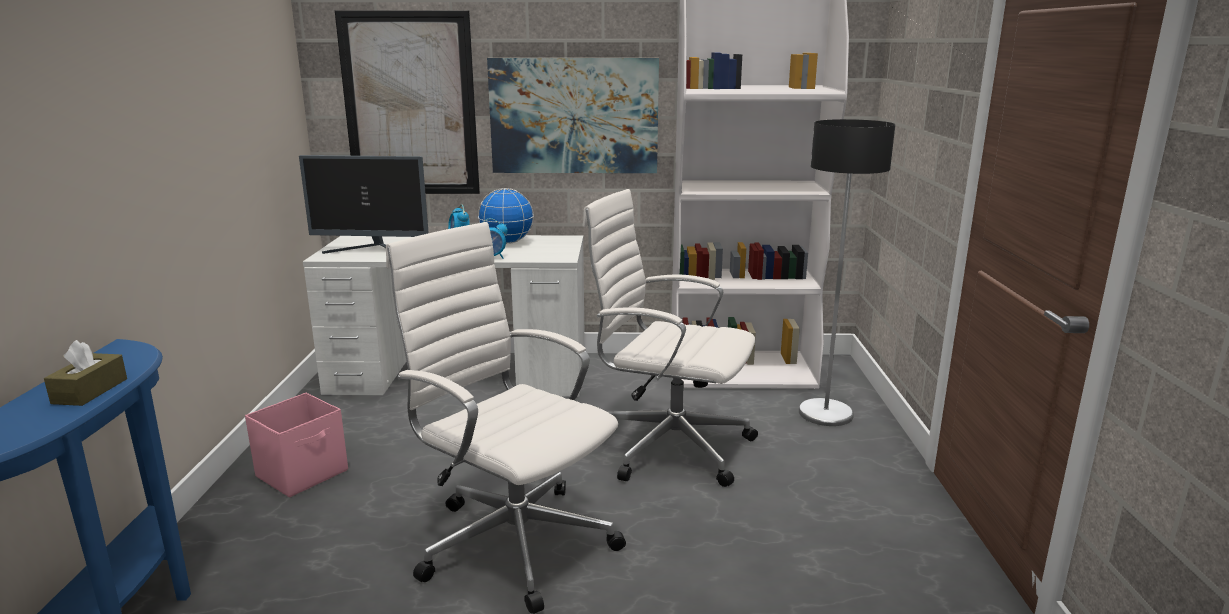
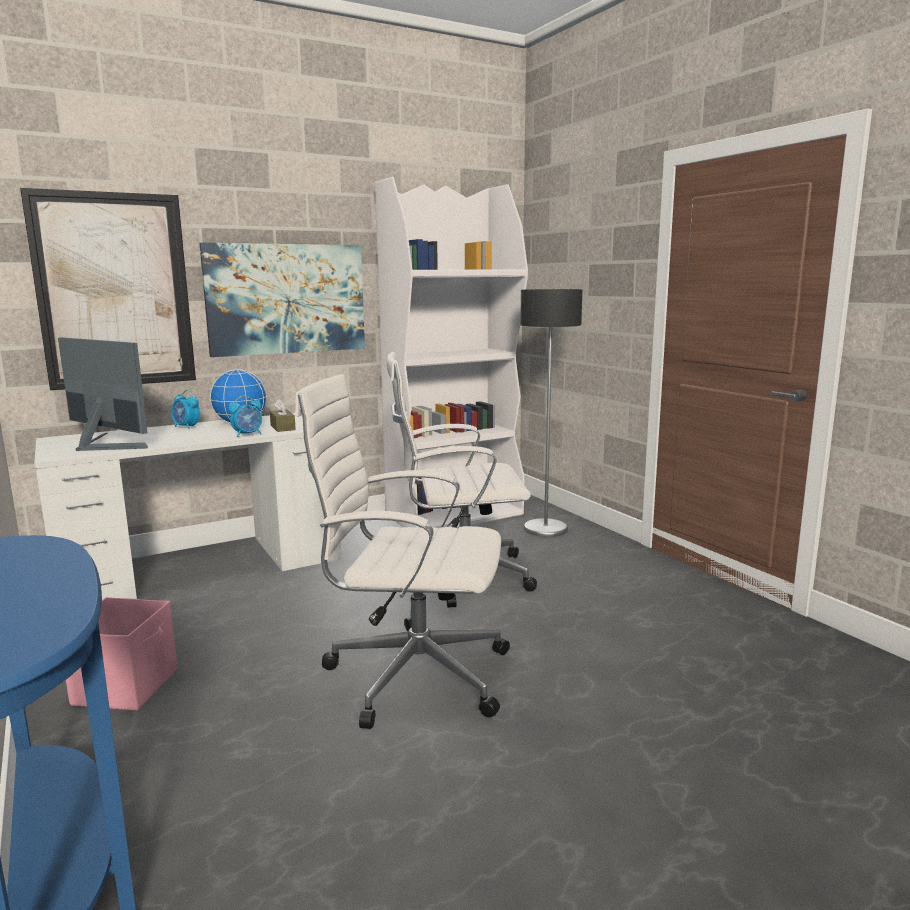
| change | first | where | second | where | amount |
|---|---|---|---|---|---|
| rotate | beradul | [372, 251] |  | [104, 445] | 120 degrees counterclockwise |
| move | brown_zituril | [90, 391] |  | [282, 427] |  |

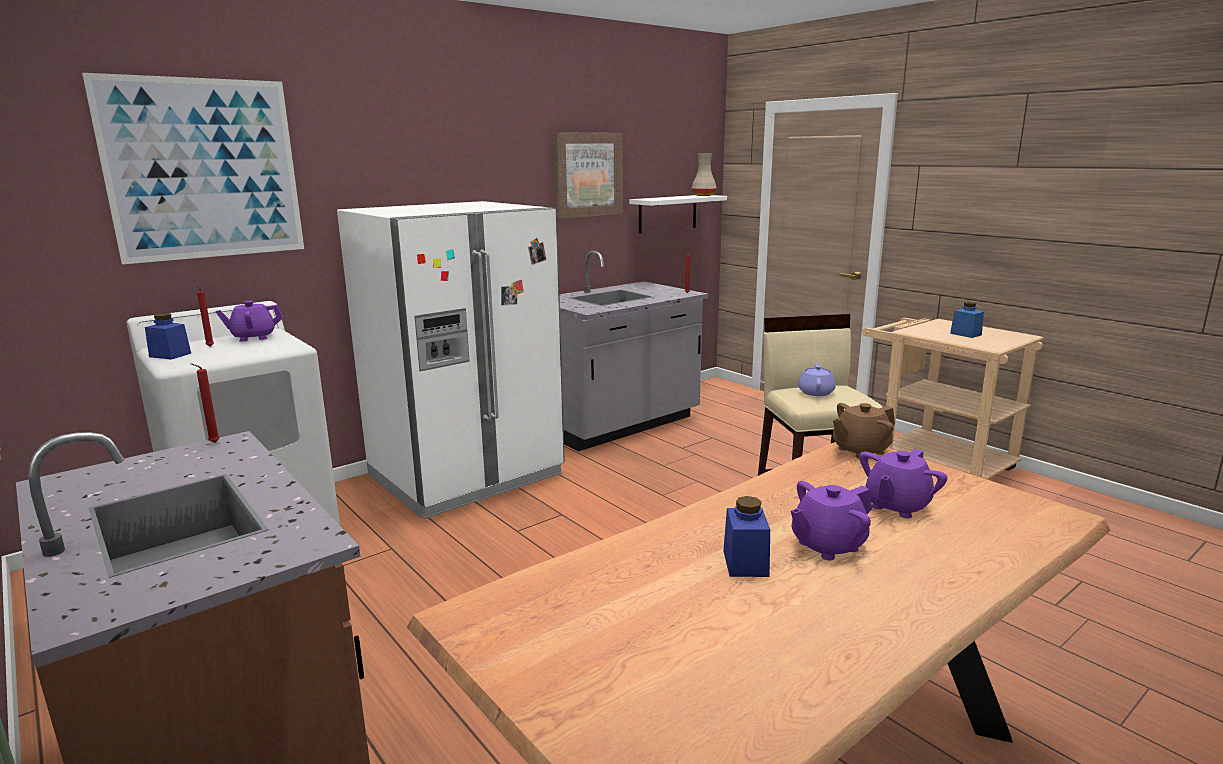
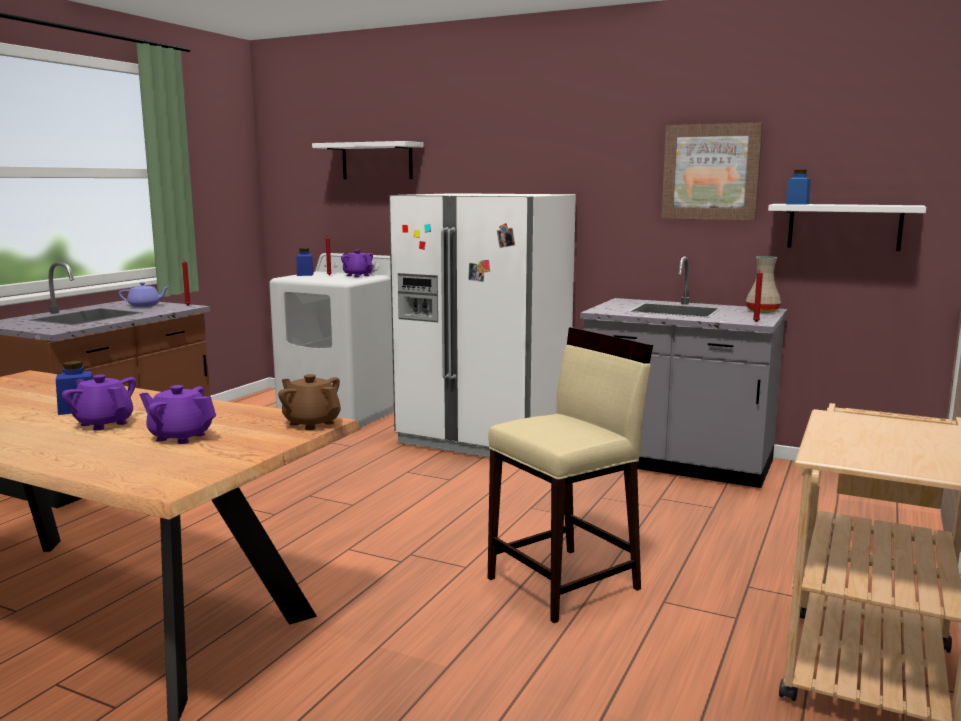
| change | first | where | second | where | amount |
|---|---|---|---|---|---|
| move | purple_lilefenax | [816, 392] |  | [145, 305] |  |
| replace | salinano | [204, 169] | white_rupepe | [377, 161] |  |
| move | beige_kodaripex | [704, 195] |  | [763, 311] |  |
| move | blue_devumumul | [965, 334] |  | [797, 204] |  |

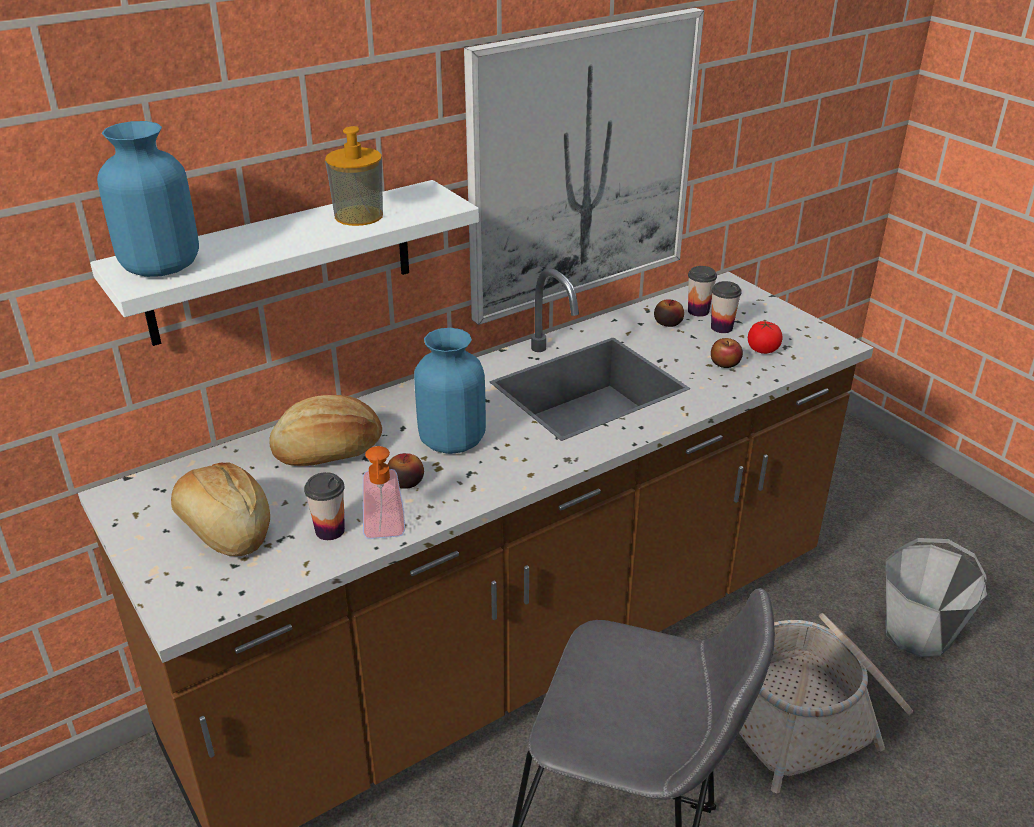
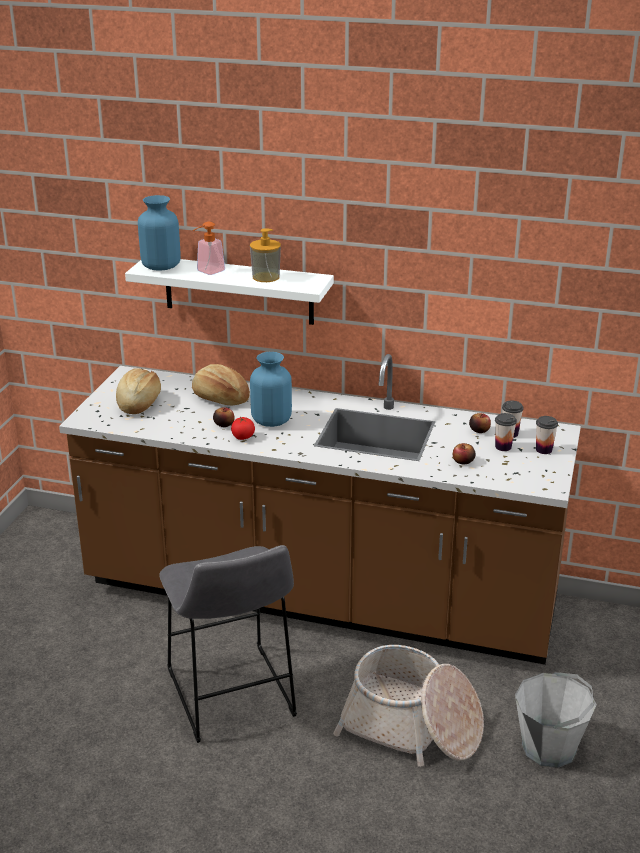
| change | first | where | second | where | amount |
|---|---|---|---|---|---|
| move | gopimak | [384, 532] |  | [207, 272] |  |
| move | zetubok | [763, 349] |  | [243, 437] |  |
| move | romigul | [330, 530] |  | [544, 450] |  |
| delete | salinano | [581, 165] |  |  |  |

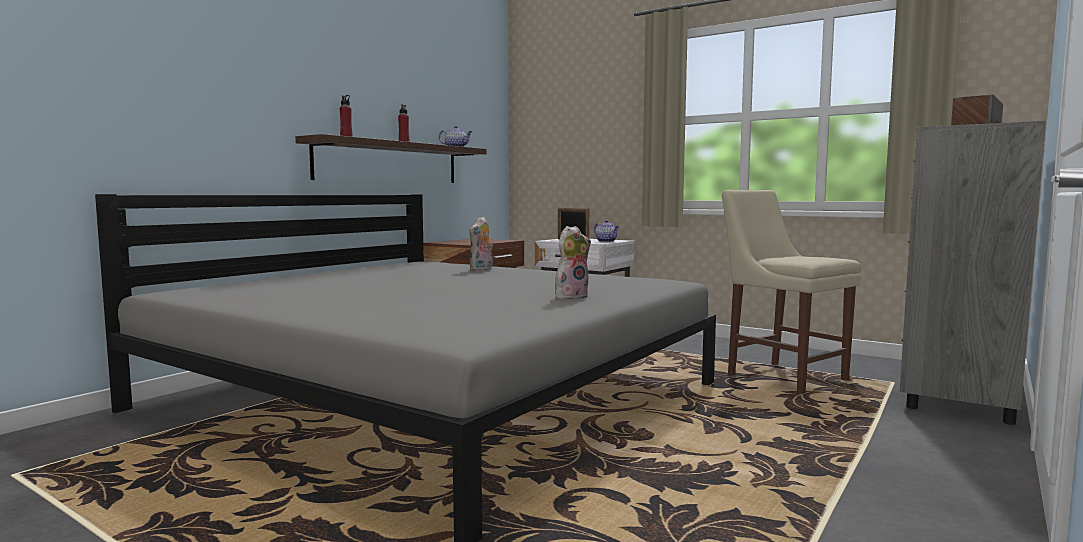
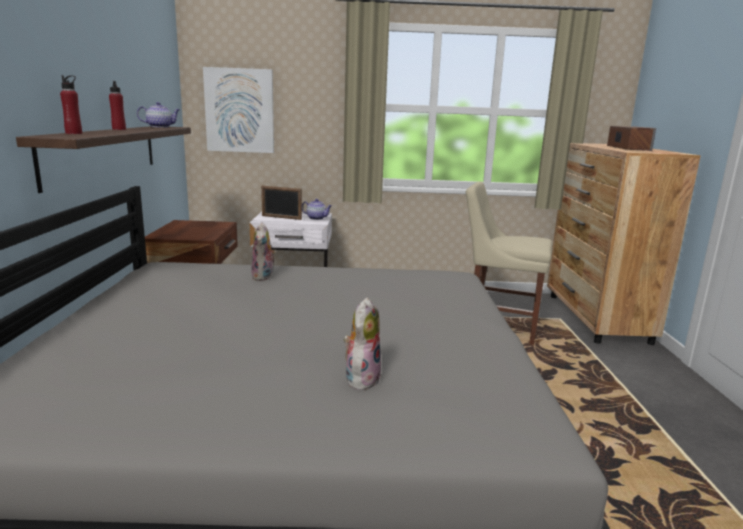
| change | first | where | second | where | amount |
|---|---|---|---|---|---|
| insert |  |  | salinano | [239, 110] |  |
| move | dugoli | [571, 297] |  | [361, 378] |  |
| recolor | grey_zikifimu | [959, 390] | brown_zikifimu | [596, 318] |  |

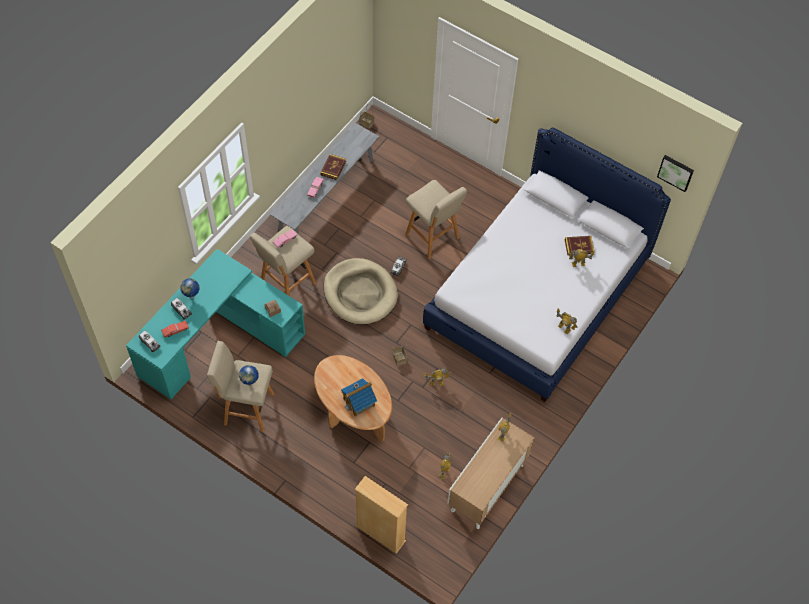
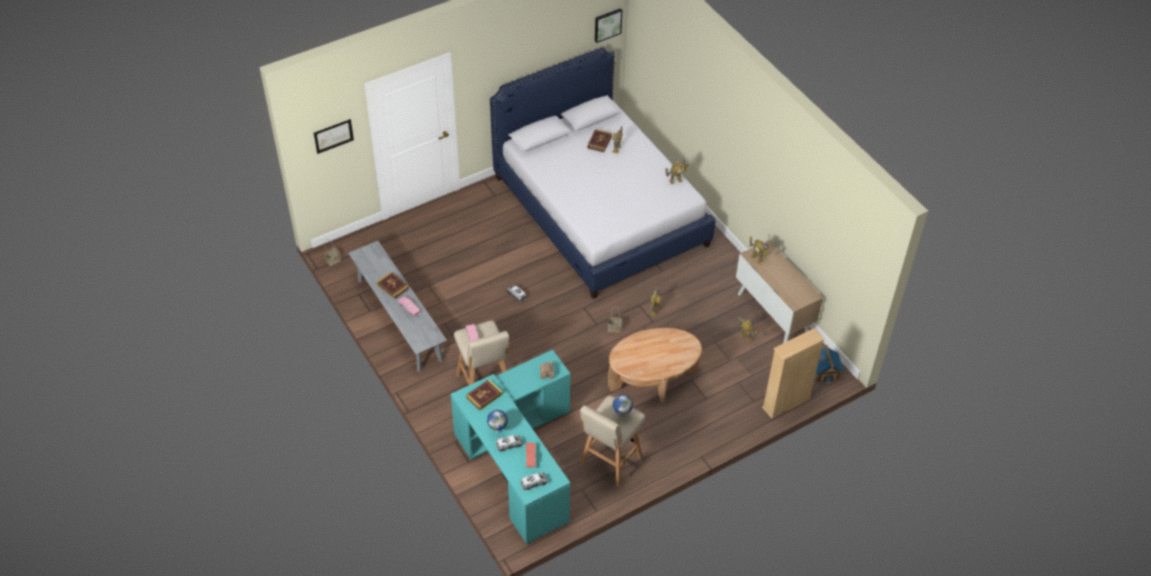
| change | first | where | second | where | amount |
|---|---|---|---|---|---|
| insert |  |  | salinano | [333, 136] |  |
| insert |  |  | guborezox | [484, 396] |  |
| move | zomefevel | [359, 402] |  | [825, 372] |  |
| delete | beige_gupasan | [360, 293] |  |  |  |
| delete | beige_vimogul | [433, 238] |  |  |  |

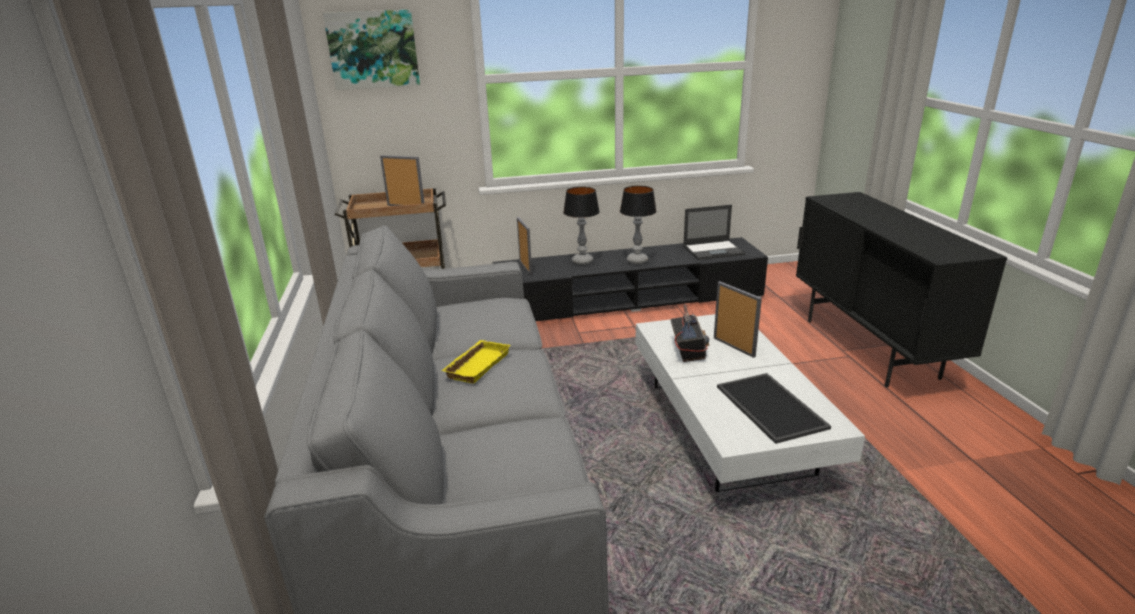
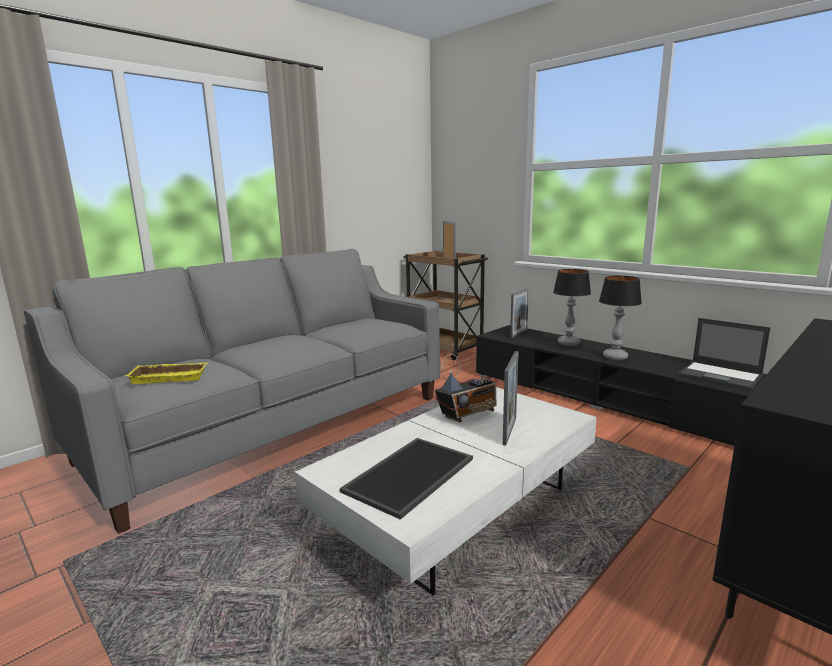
| change | first | where | second | where | amount |
|---|---|---|---|---|---|
| move | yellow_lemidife | [476, 365] |  | [171, 377] |  |
| delete | salinano | [373, 49] |  |  |  |

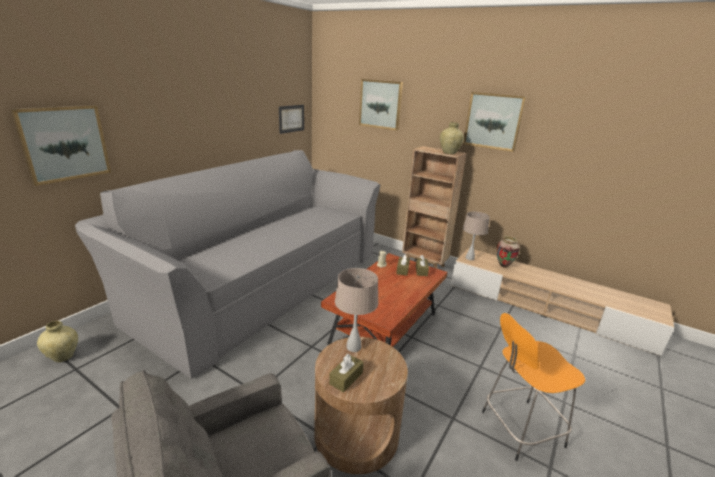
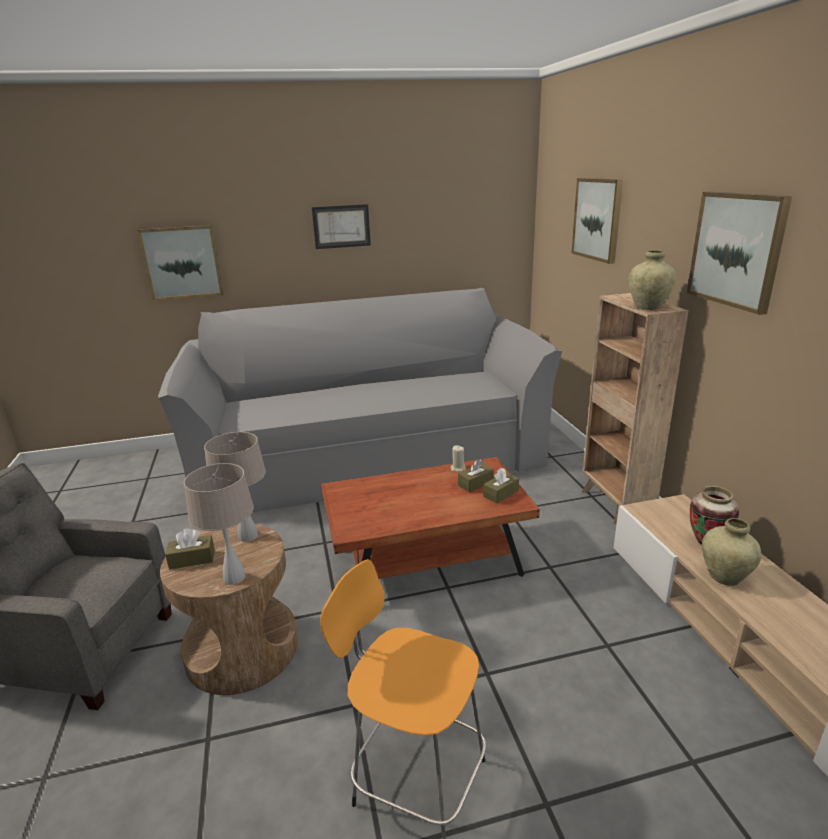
| change | first | where | second | where | amount |
|---|---|---|---|---|---|
| move | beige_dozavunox | [469, 258] |  | [235, 577] |  |
| move | salinano | [291, 118] |  | [341, 226] |  |
| move | beige_kodaripex | [63, 356] |  | [724, 577] |  |

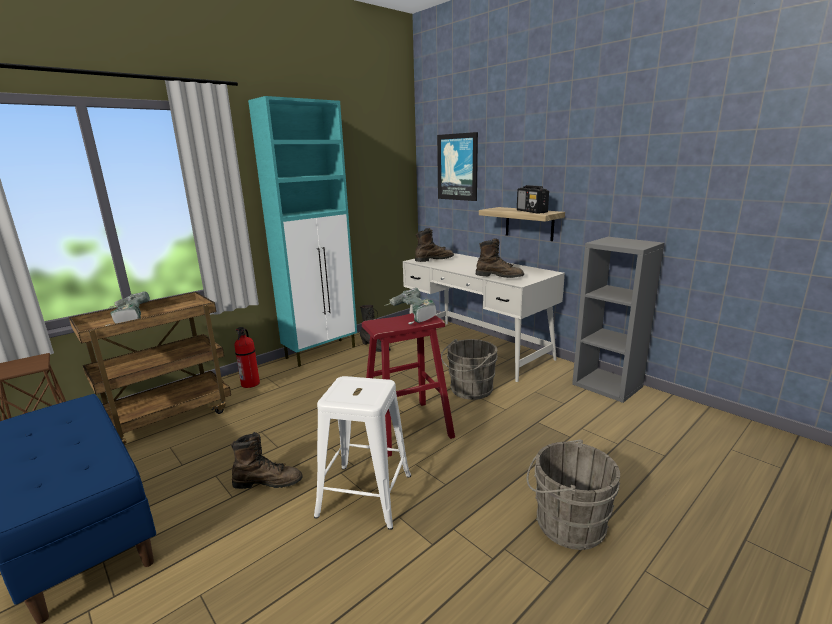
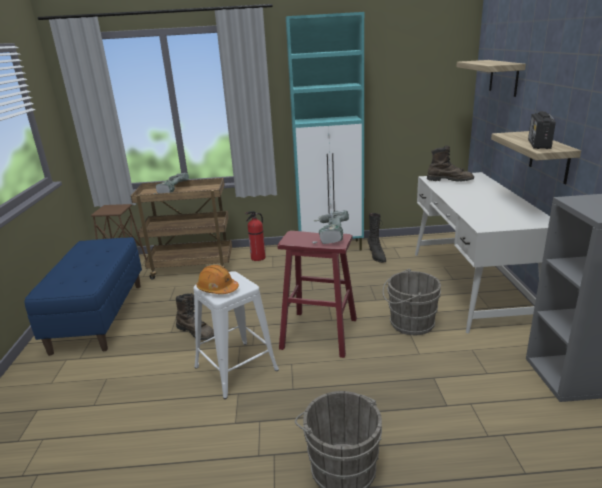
| change | first | where | second | where | amount |
|---|---|---|---|---|---|
| insert |  |  | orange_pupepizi | [217, 289] |  |
| replace | salinano | [458, 167] | rupepe | [504, 77] |  |
| delete | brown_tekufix | [499, 276] |  |  |  |

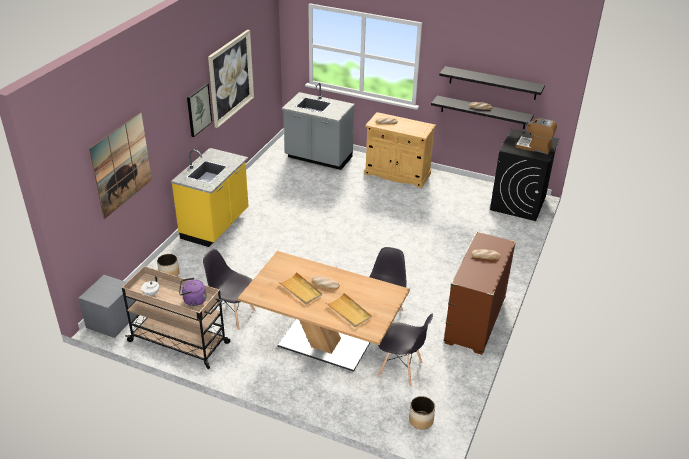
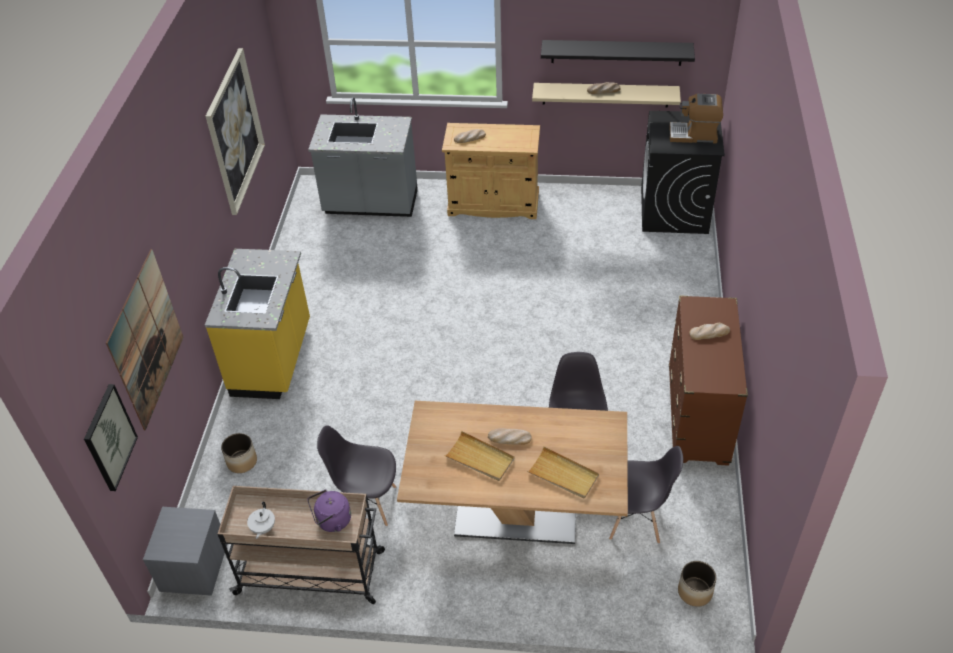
| change | first | where | second | where | amount |
|---|---|---|---|---|---|
| move | salinano | [198, 109] |  | [109, 437] |  |
| recolor | black_rupepe | [483, 112] | beige_rupepe | [605, 95] |  |

